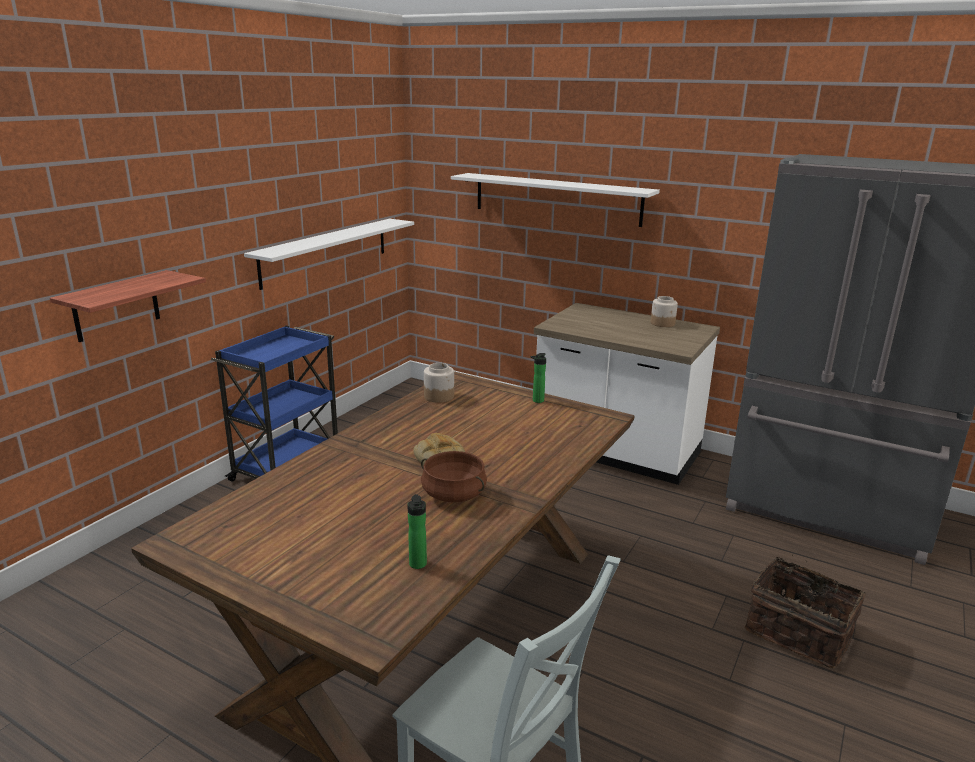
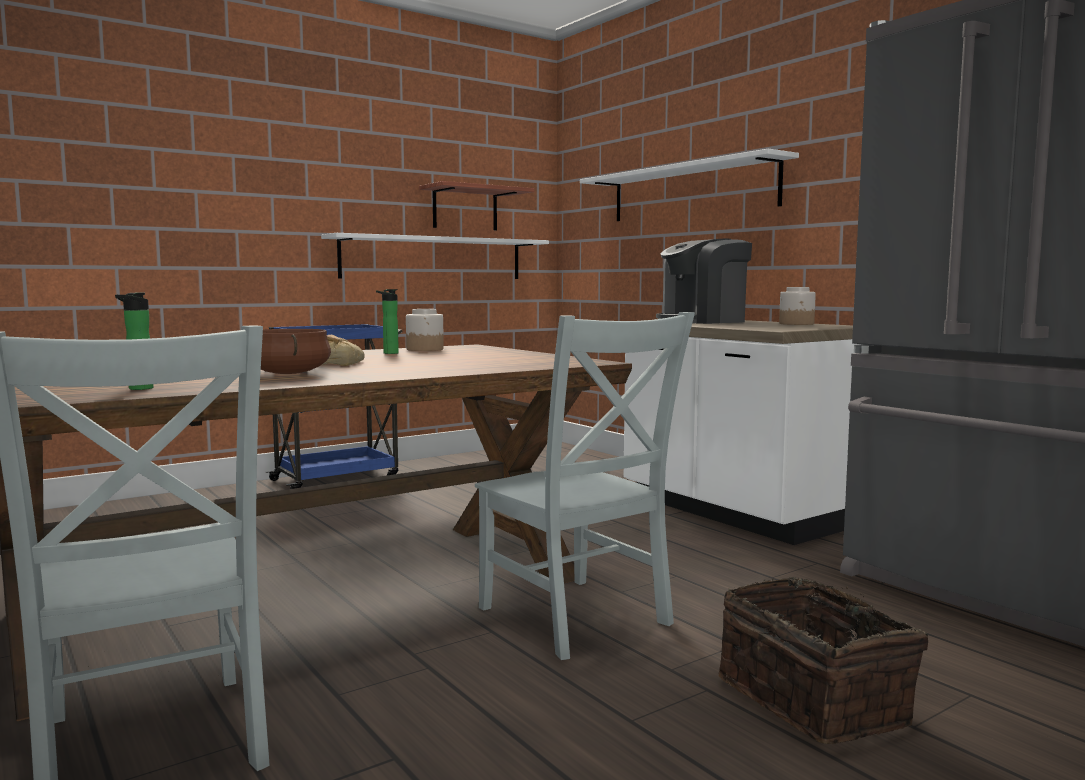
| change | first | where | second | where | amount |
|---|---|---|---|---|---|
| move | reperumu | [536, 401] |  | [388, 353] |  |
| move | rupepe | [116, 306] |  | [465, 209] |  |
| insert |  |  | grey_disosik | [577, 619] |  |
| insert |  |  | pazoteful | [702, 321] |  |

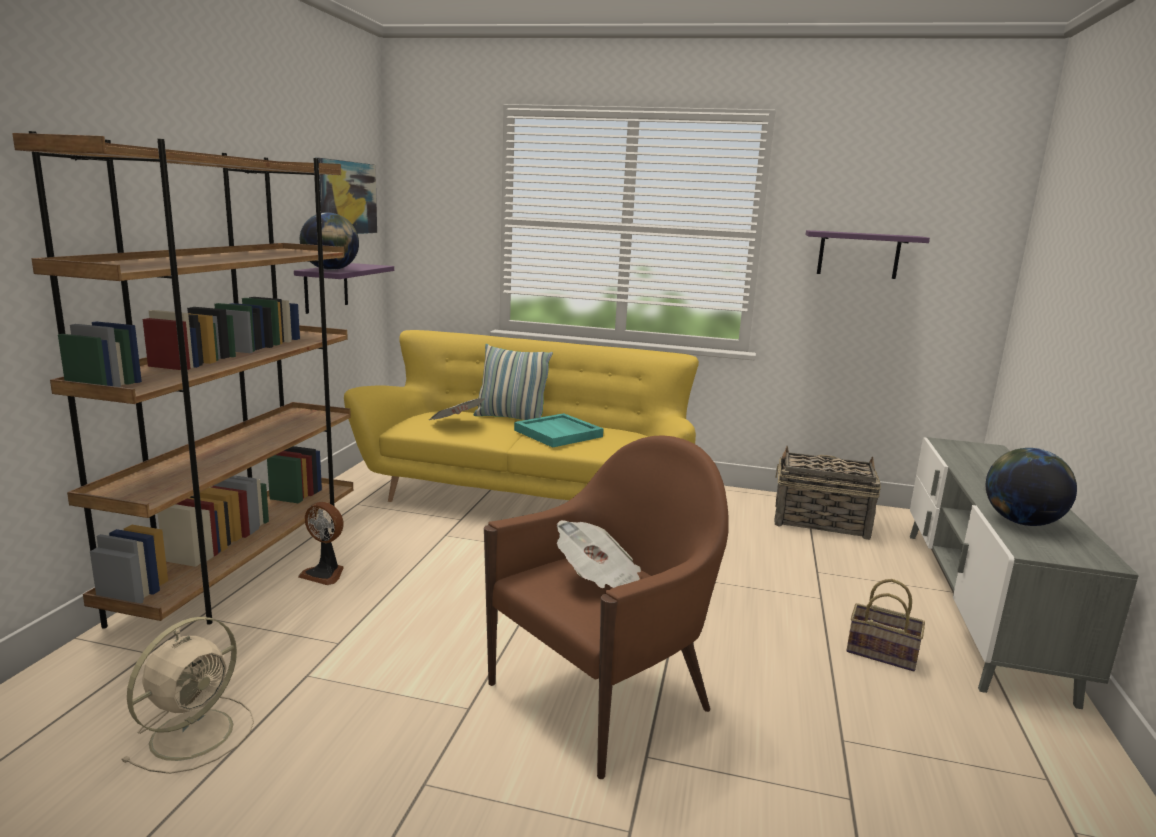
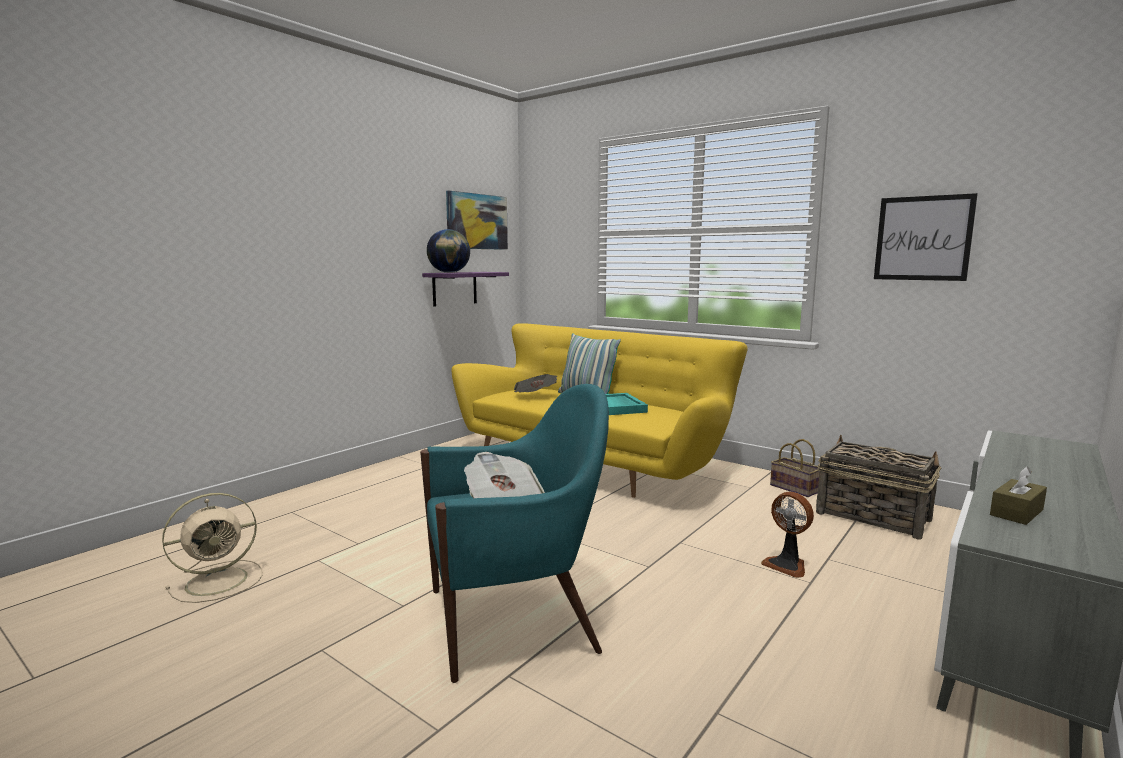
| change | first | where | second | where | amount |
|---|---|---|---|---|---|
| recolor | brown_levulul | [601, 695] | turquoise_levulul | [515, 619] |  |
| move | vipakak | [325, 574] |  | [787, 565] |  |
| move | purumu | [883, 653] |  | [796, 488] |  |
| replace | purple_rupepe | [858, 254] | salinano | [923, 238] |  |
| replace | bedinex | [1021, 522] | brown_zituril | [1016, 512] |  |
| delete | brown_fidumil | [244, 565] |  |  |  |

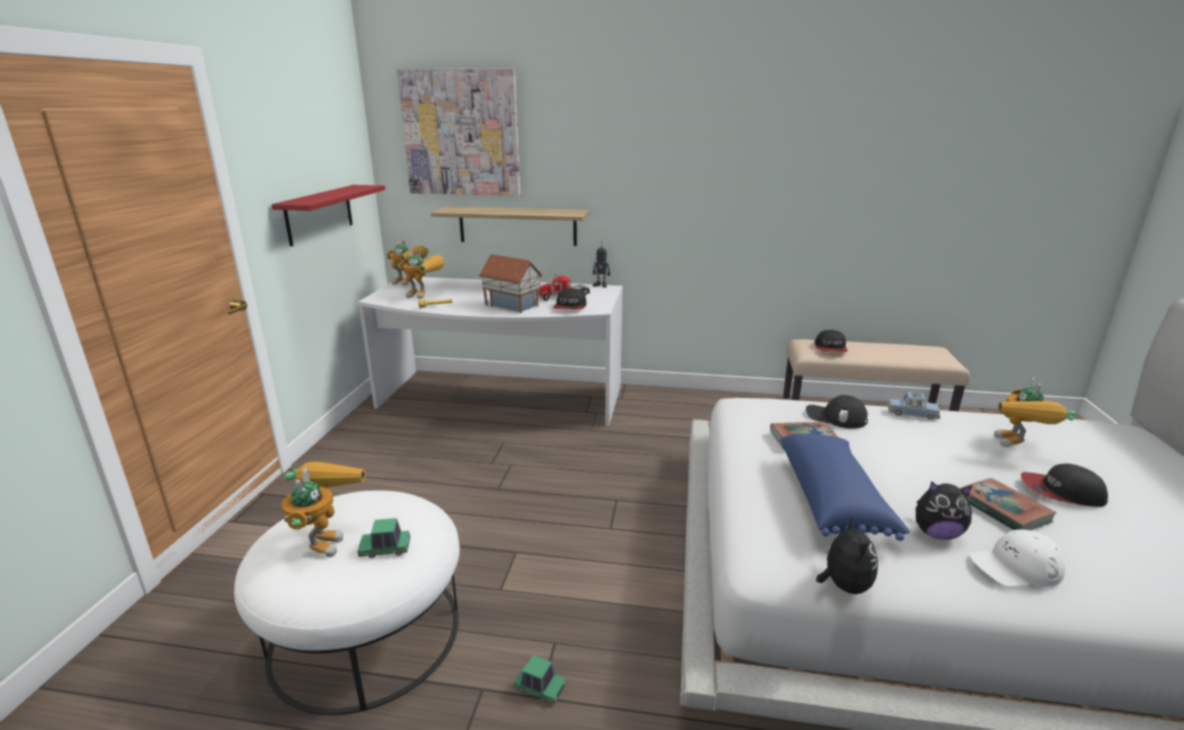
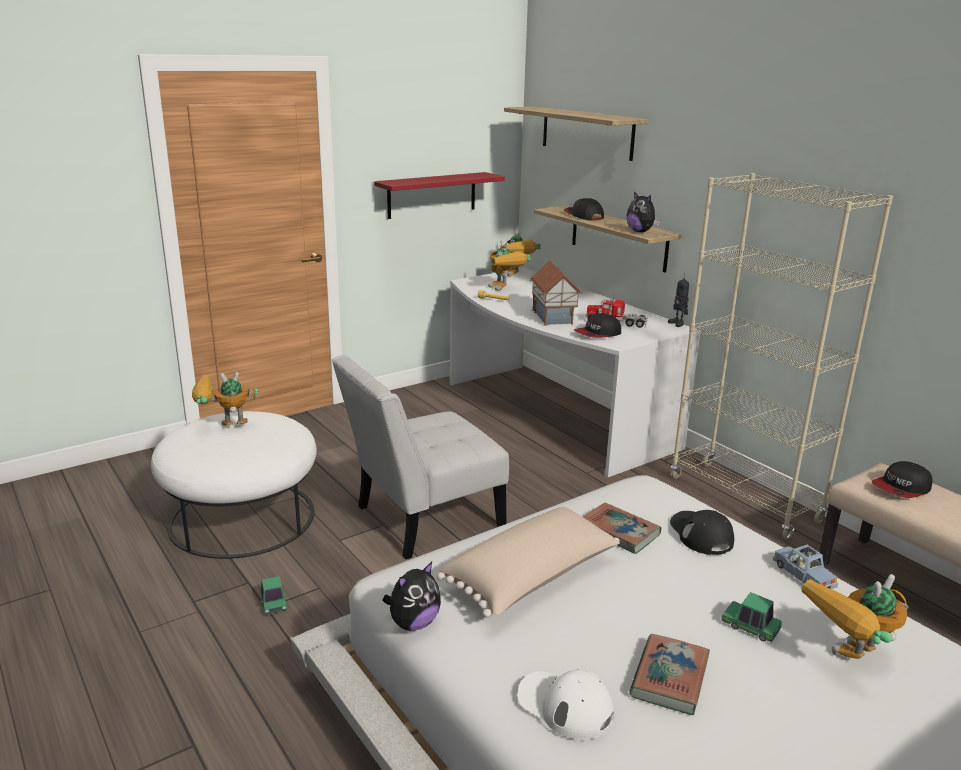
| change | first | where | second | where | amount |
|---|---|---|---|---|---|
| rotate | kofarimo | [325, 537] |  | [224, 429] | 150 degrees counterclockwise |
| insert |  |  | white_disosik | [422, 519] |  |
| recolor | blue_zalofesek | [833, 500] | beige_zalofesek | [532, 578] |  |
| replace | salinano | [461, 133] | rupepe | [587, 132] |  |
| move | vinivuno | [1061, 492] |  | [583, 216] |  |
| move | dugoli | [936, 533] |  | [640, 232] |  |
| insert |  |  | beige_fidumil | [744, 499] |  |
| move | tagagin | [385, 549] |  | [750, 627] |  |

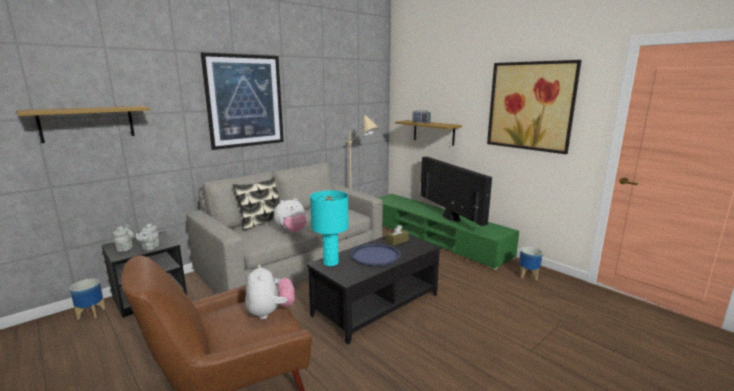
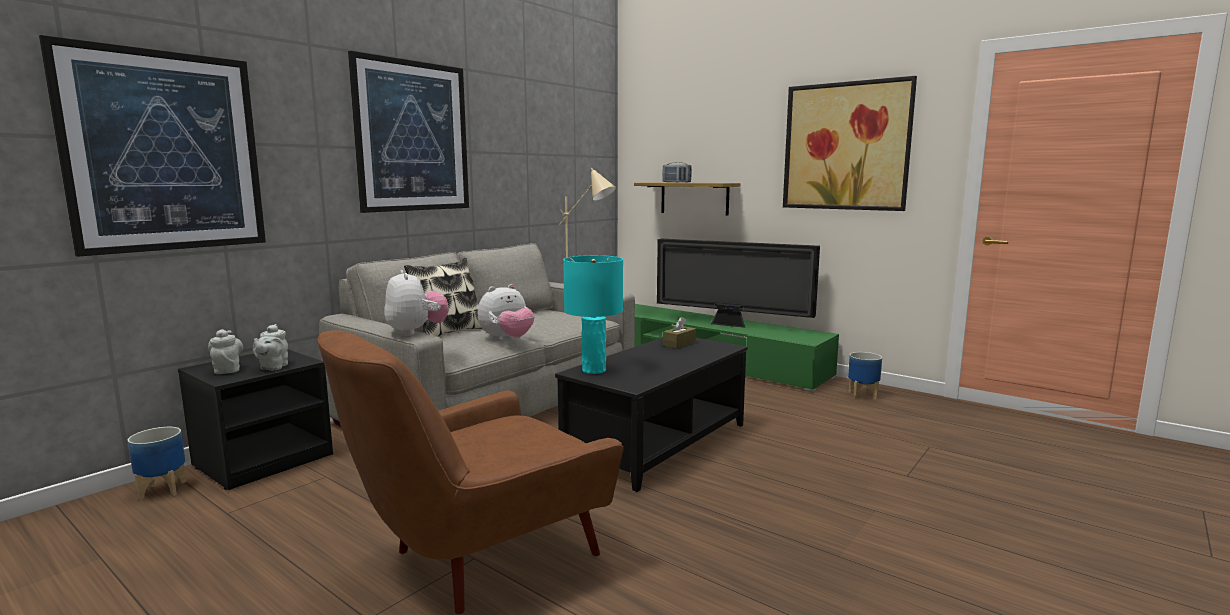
| change | first | where | second | where | amount |
|---|---|---|---|---|---|
| replace | rupepe | [87, 123] | salinano | [165, 152] |  |
| move | dugoli | [270, 312] |  | [416, 332] |  |
| rotate | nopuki | [450, 218] |  | [731, 325] | 150 degrees clockwise |
| delete | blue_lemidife | [375, 255] |  |  |  |

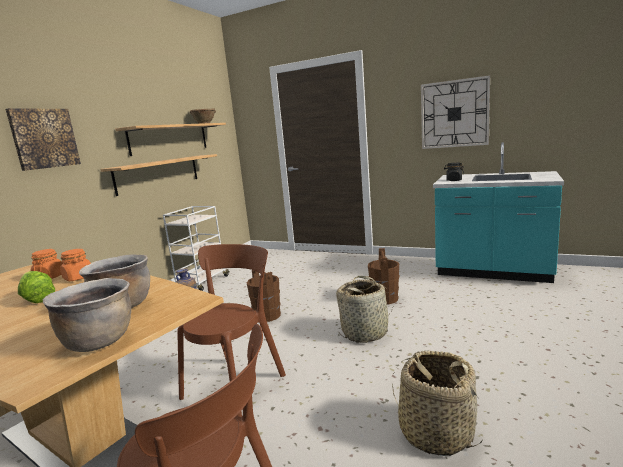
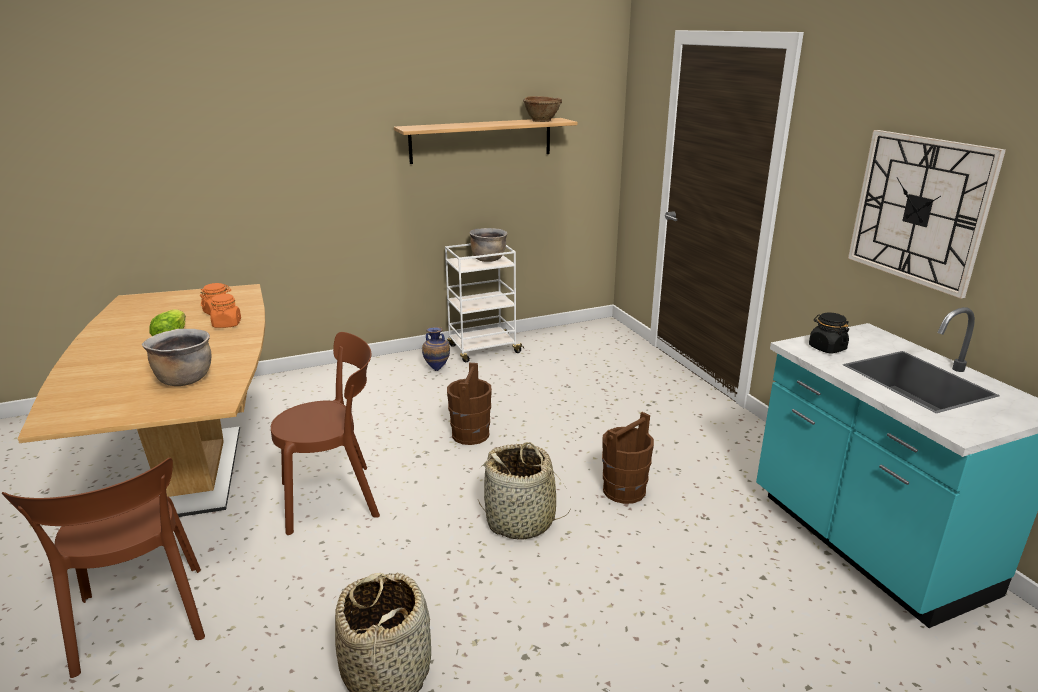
| change | first | where | second | where | amount |
|---|---|---|---|---|---|
| move | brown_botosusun | [99, 341] |  | [488, 259] |  |
| delete | salinano | [44, 138] |  |  |  |
| delete | rupepe | [158, 174] |  |  |  |

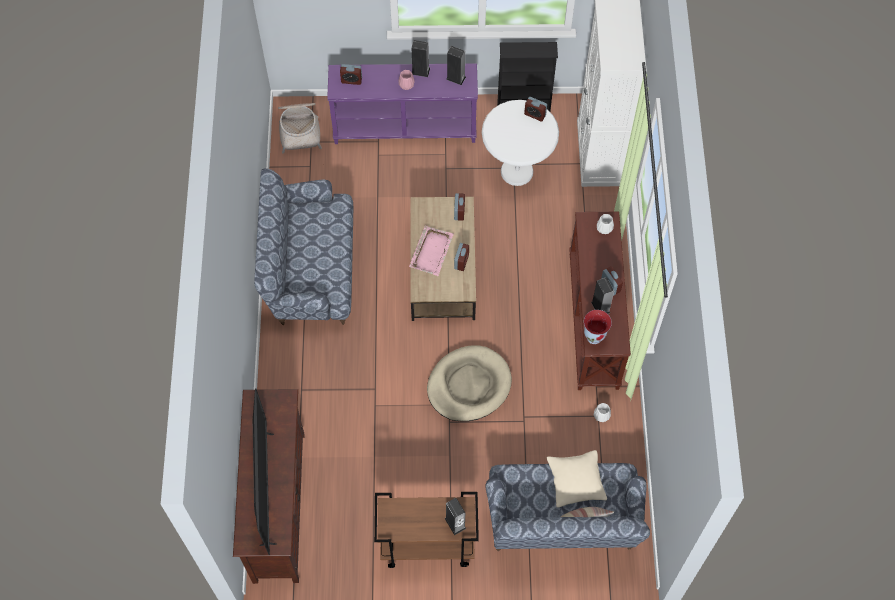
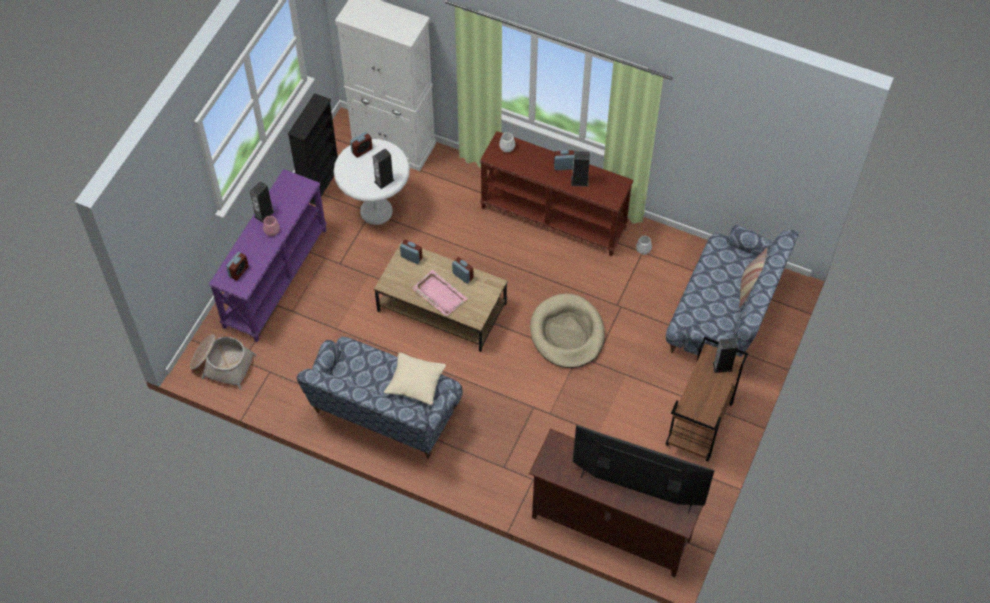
| change | first | where | second | where | amount |
|---|---|---|---|---|---|
| move | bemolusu | [456, 78] |  | [384, 181] |  |
| move | beige_zalofesek | [575, 481] |  | [415, 383] |  |
| delete | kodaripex | [594, 337] |  |  |  |

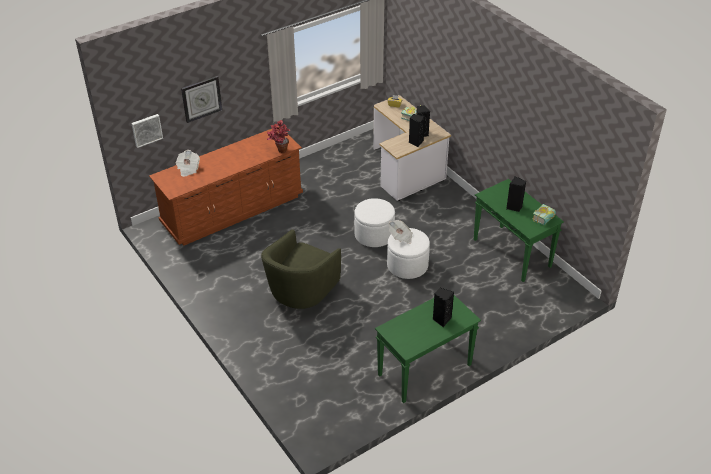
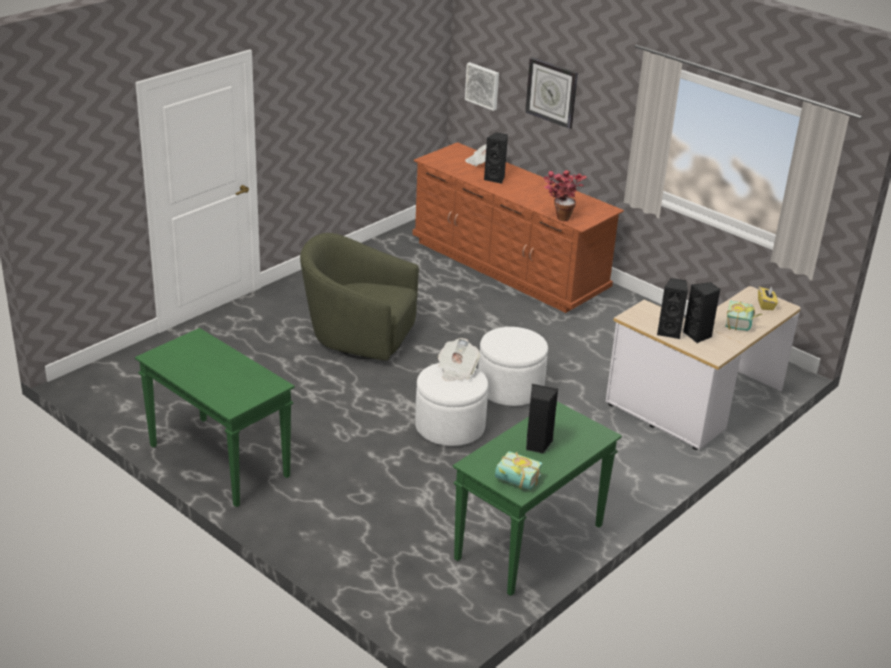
| change | first | where | second | where | amount |
|---|---|---|---|---|---|
| move | black_bemolusu | [441, 319] |  | [495, 178] |  |

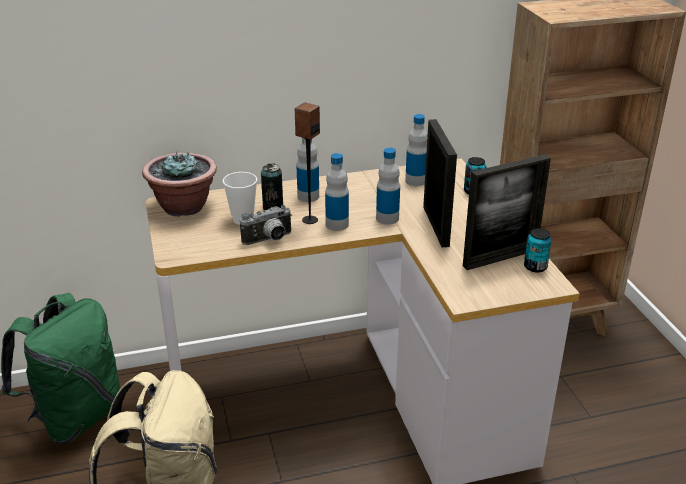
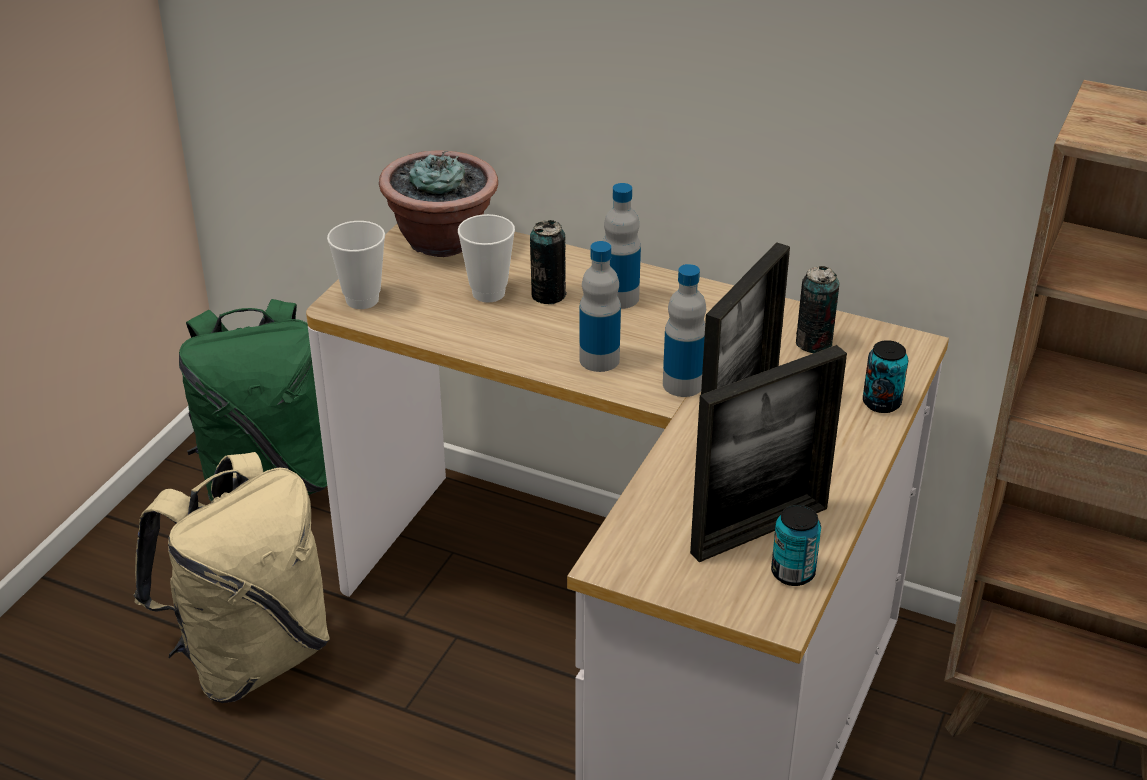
| change | first | where | second | where | amount |
|---|---|---|---|---|---|
| insert |  |  | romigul | [362, 300] |  |
| rotate | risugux | [500, 258] |  | [759, 530] | 45 degrees counterclockwise |
| replace | reperumu | [415, 181] | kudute | [813, 343] |  |
| delete | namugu | [269, 240] |  |  |  |
| delete | bemolusu | [309, 220] |  |  |  |

